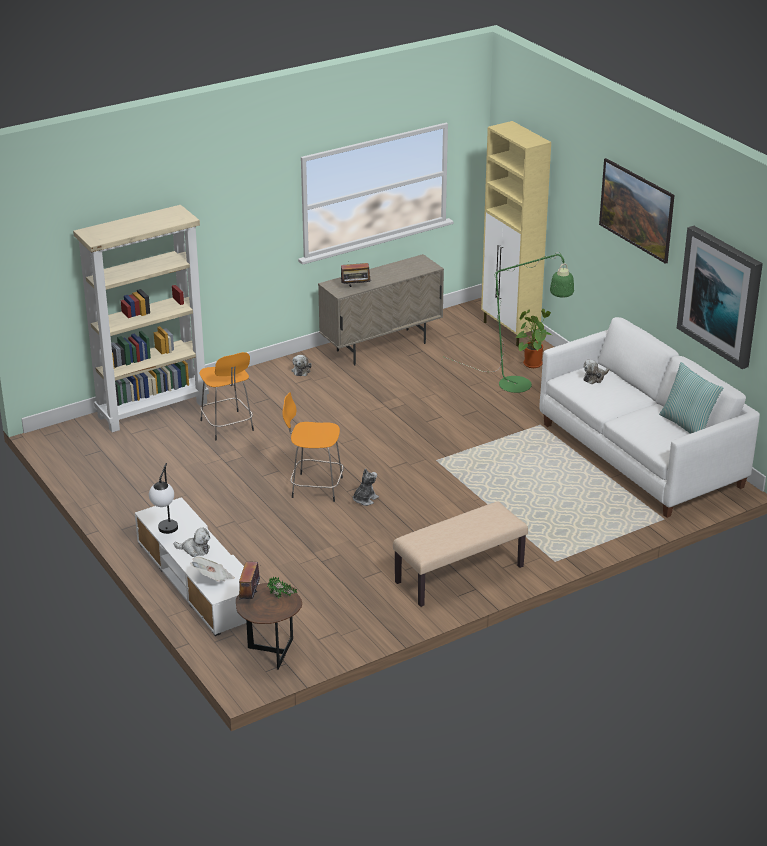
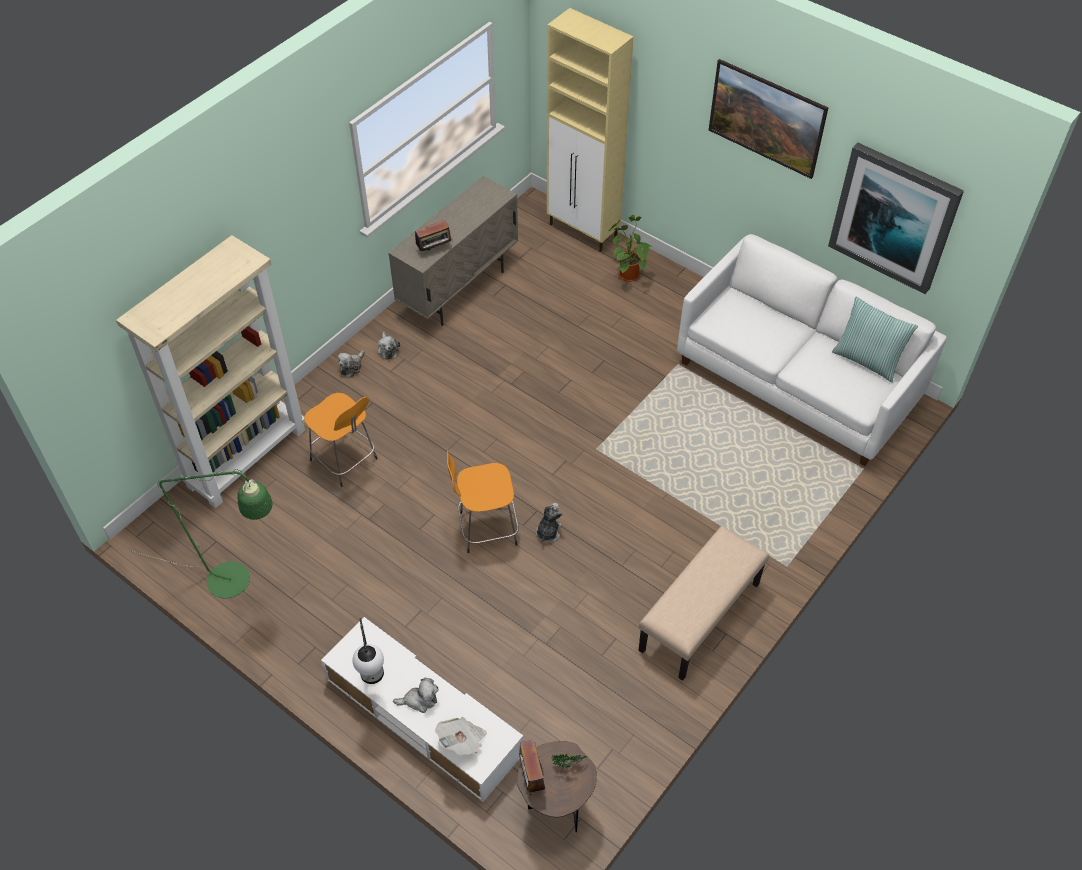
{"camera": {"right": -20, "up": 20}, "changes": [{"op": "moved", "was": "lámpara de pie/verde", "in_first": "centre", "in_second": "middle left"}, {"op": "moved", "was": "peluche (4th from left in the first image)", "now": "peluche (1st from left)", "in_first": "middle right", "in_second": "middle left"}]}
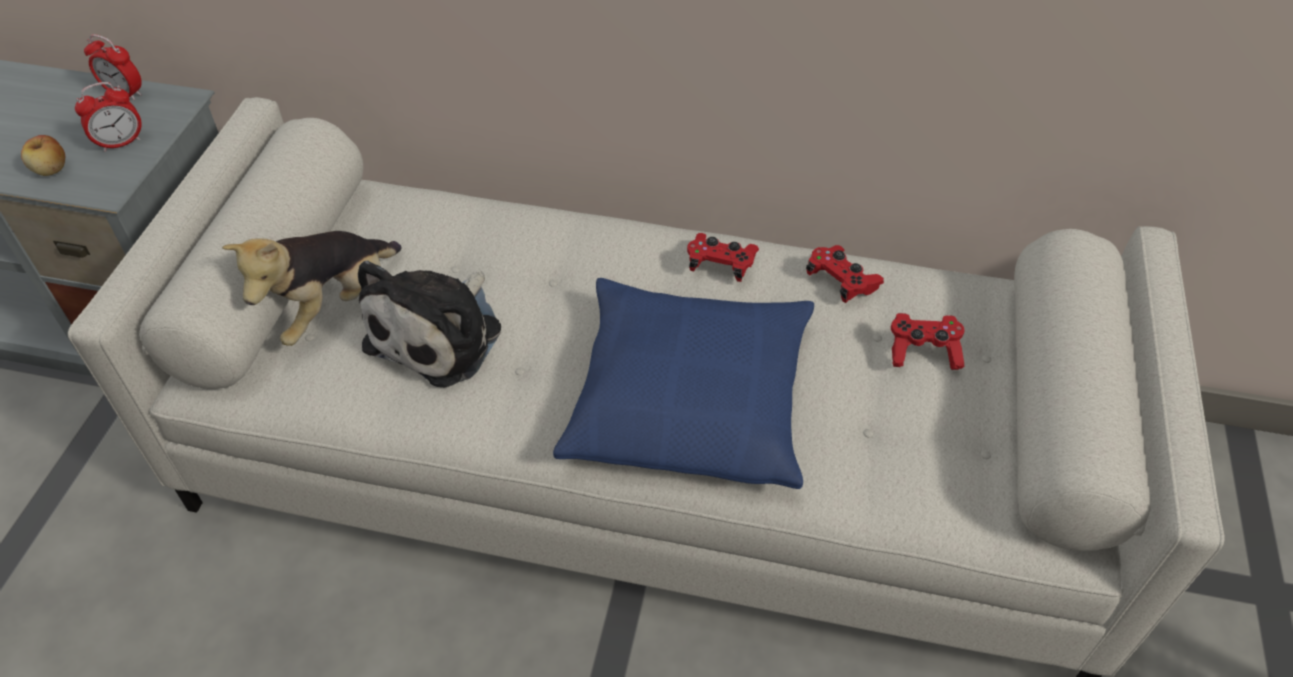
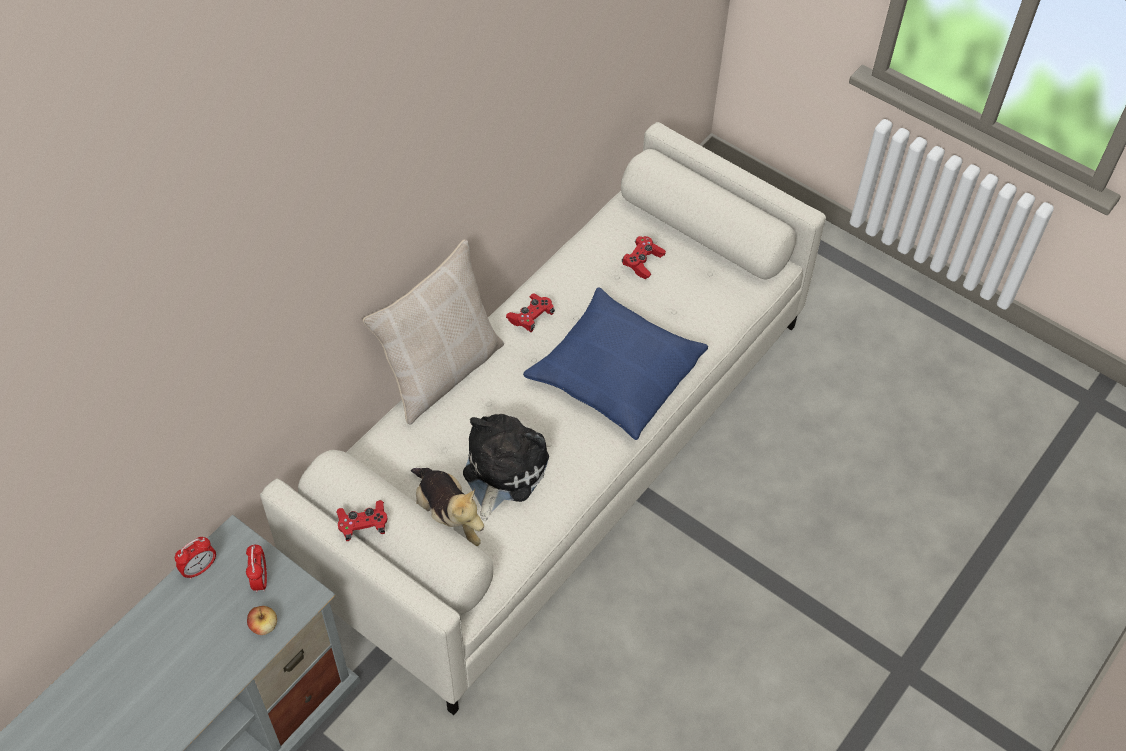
{"camera": {"right": -65, "up": 5}, "changes": [{"op": "moved", "was": "mando de consola/rojo (2nd from left in the first image)", "now": "mando de consola/rojo (1st from left)", "in_first": "centre", "in_second": "bottom left"}, {"op": "turned", "was": "peluche (2nd from left)", "in_first": "middle left", "in_second": "centre", "clockwise": -120}, {"op": "added", "now": "cojín/beis", "in_second": "centre"}]}
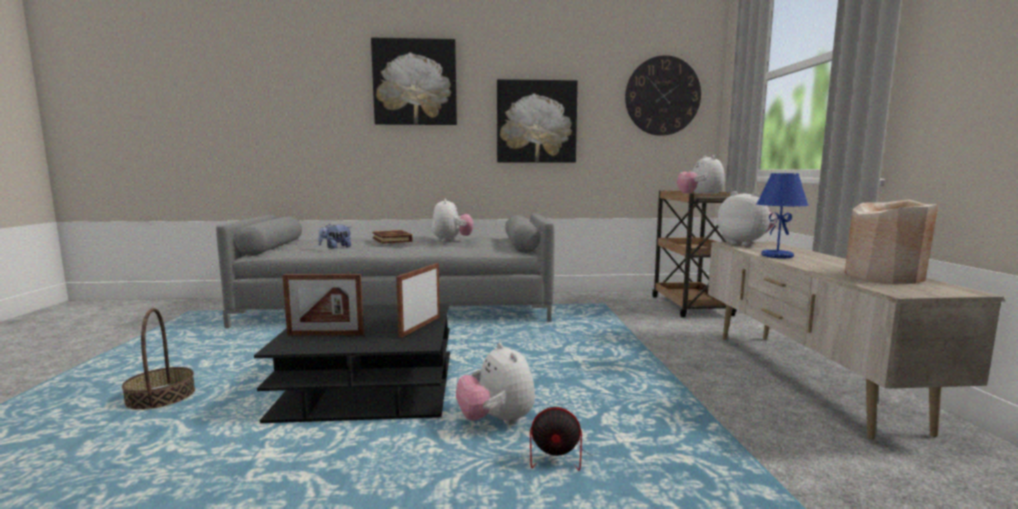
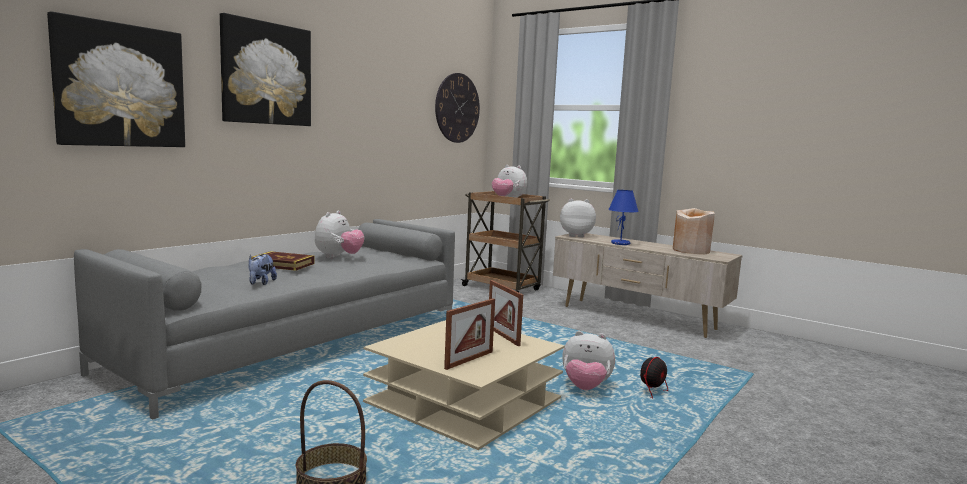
{"camera": {"right": -50, "up": 0}, "changes": [{"op": "moved", "was": "cuadro (2nd from left in the first image)", "now": "cuadro (1st from left)", "in_first": "top centre", "in_second": "top left"}, {"op": "turned", "was": "peluche (2nd from left)", "in_first": "centre", "in_second": "centre", "clockwise": 75}, {"op": "recoloured", "was": "mesa de centro/negro", "now": "mesa de centro/beis", "in_first": "bottom centre", "in_second": "bottom centre"}]}
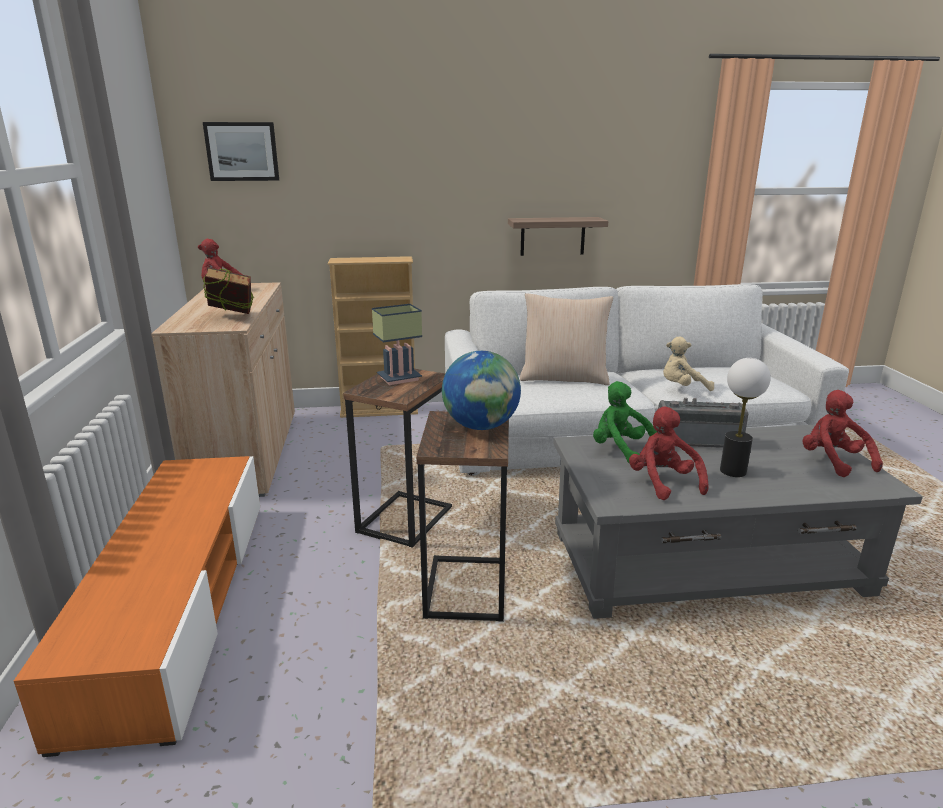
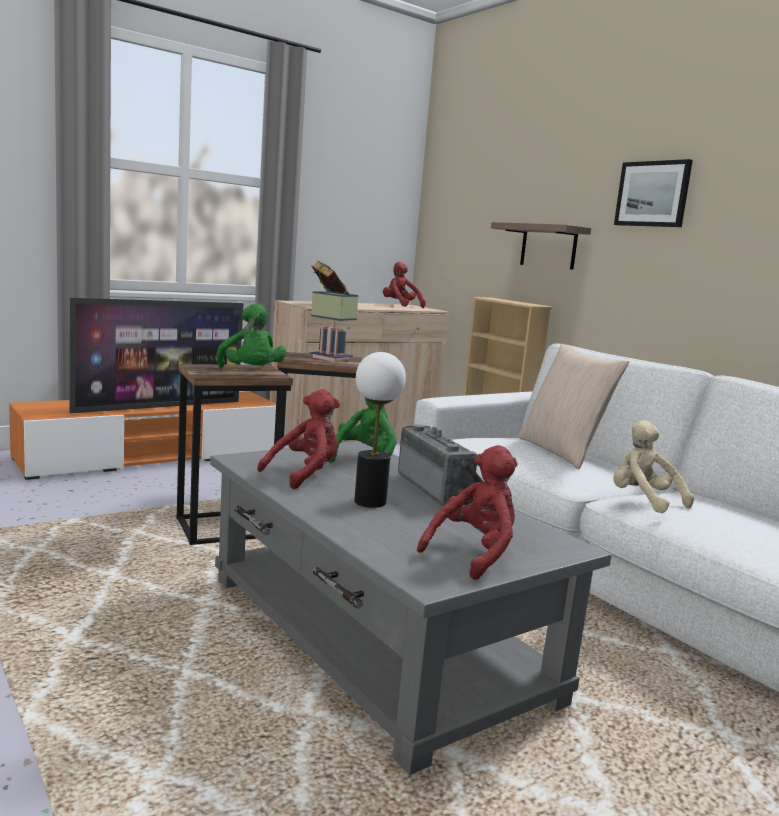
{"camera": {"right": 60, "up": -10}, "changes": [{"op": "moved", "was": "cuadro", "in_first": "top left", "in_second": "top right"}, {"op": "moved", "was": "estante", "in_first": "top centre", "in_second": "top right"}, {"op": "replaced", "was": "globo terráqueo", "now": "peluche/verde (1st from left)", "in_first": "centre", "in_second": "middle left"}, {"op": "added", "now": "televisor", "in_second": "middle left"}]}
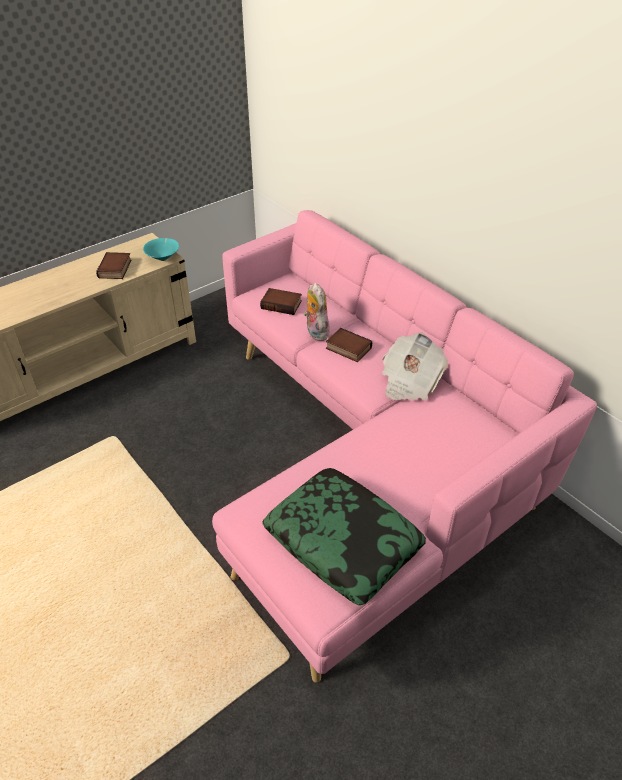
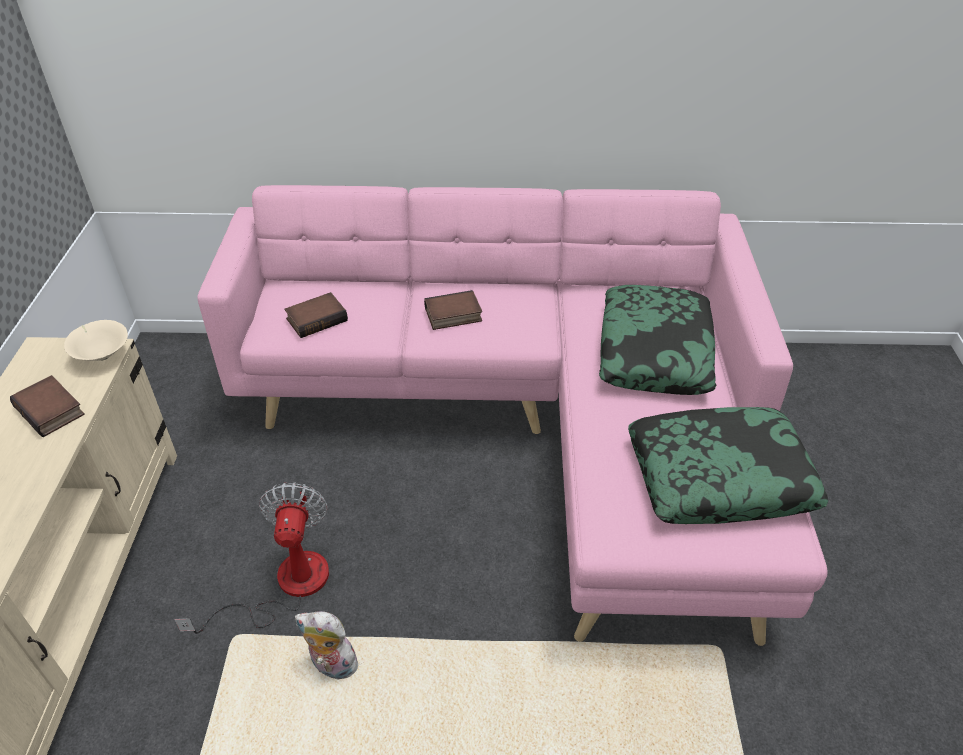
{"camera": {"right": -50, "up": 0}, "changes": [{"op": "recoloured", "was": "cuenco/turquesa", "now": "cuenco/beis", "in_first": "top left", "in_second": "middle left"}, {"op": "moved", "was": "peluche", "in_first": "centre", "in_second": "bottom centre"}, {"op": "removed", "was": "periódico", "in_first": "middle right"}, {"op": "added", "now": "cojín (1st from left)", "in_second": "middle right"}, {"op": "added", "now": "ventilador", "in_second": "bottom left"}]}
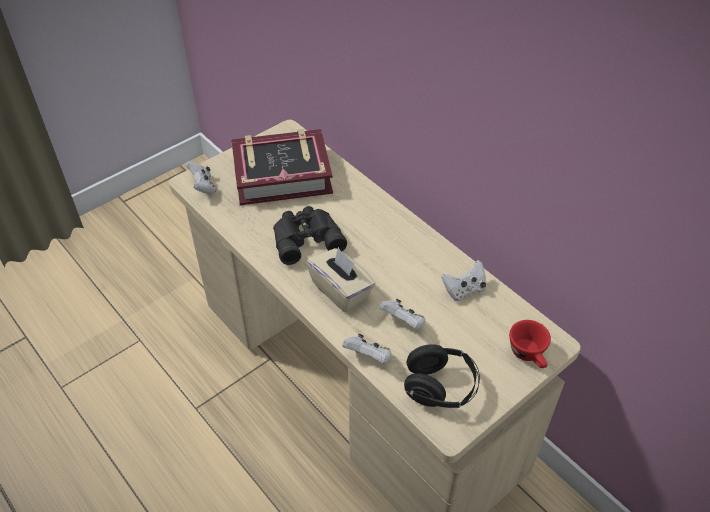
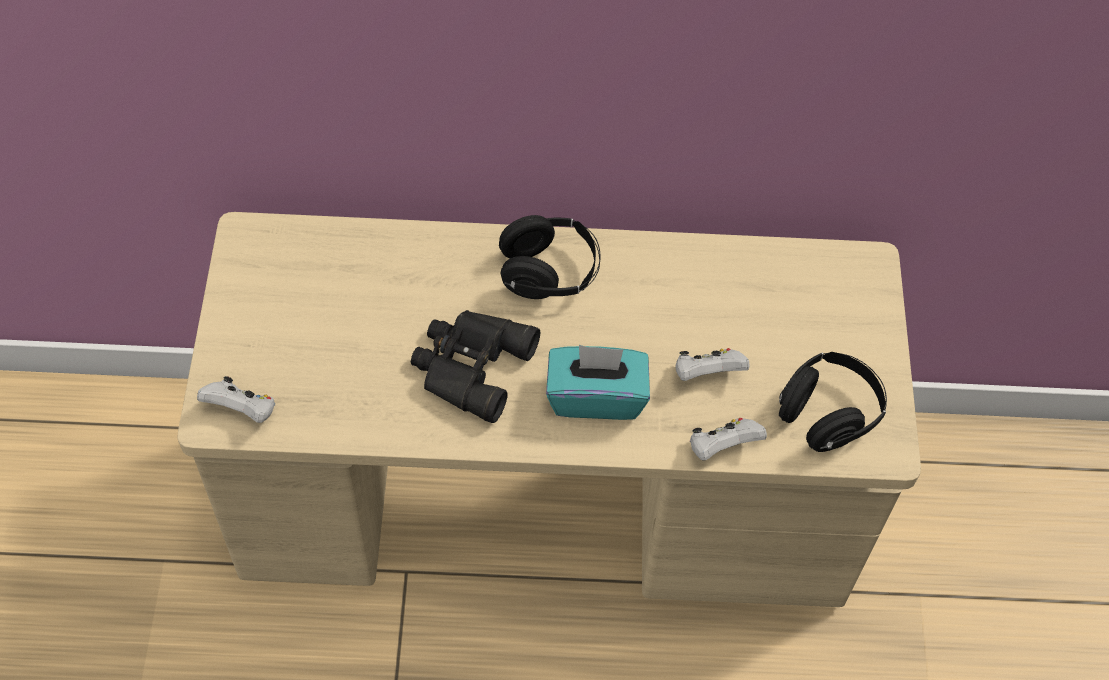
{"camera": {"right": -50, "up": 10}, "changes": [{"op": "removed", "was": "libro", "in_first": "top centre"}, {"op": "recoloured", "was": "caja de pañuelos/beis", "now": "caja de pañuelos/turquesa", "in_first": "centre", "in_second": "centre"}, {"op": "removed", "was": "mando de consola/blanco (4th from left)", "in_first": "centre"}, {"op": "removed", "was": "taza/rojo", "in_first": "bottom right"}, {"op": "added", "now": "auriculares/negro (1st from left)", "in_second": "centre"}]}
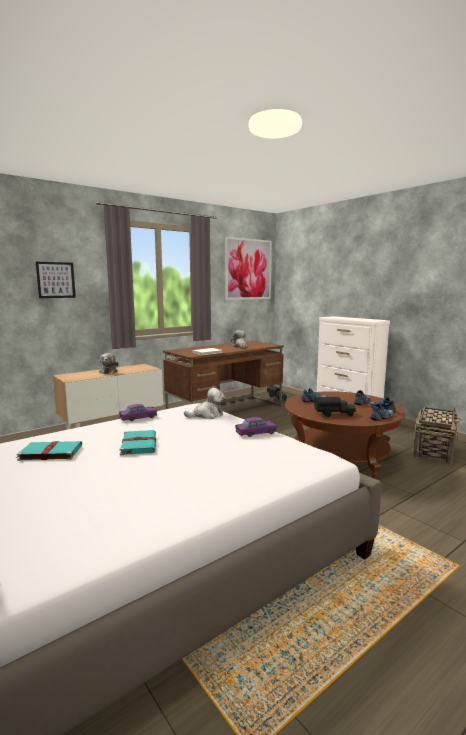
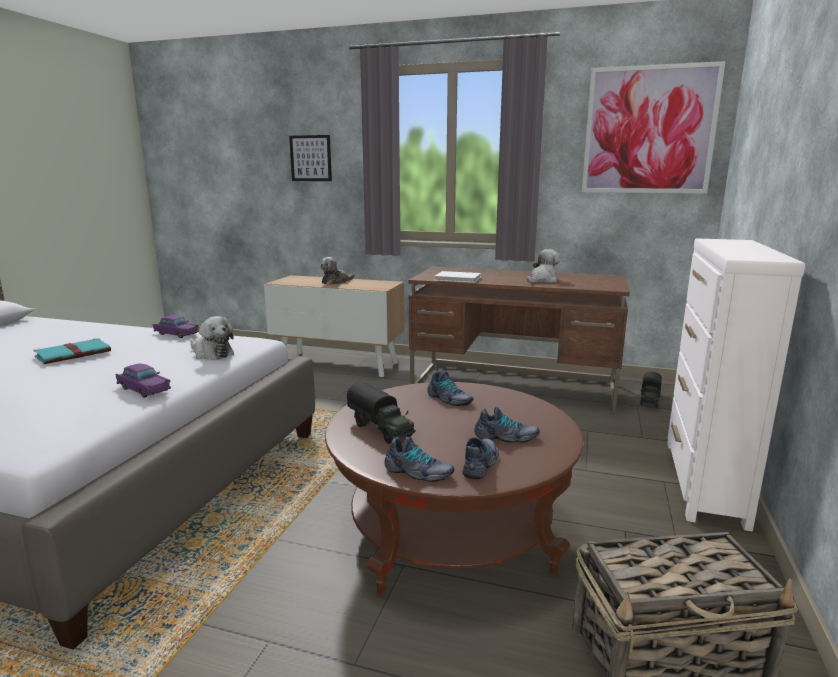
{"camera": {"right": 55, "up": 5}, "changes": [{"op": "removed", "was": "libro/turquesa (1st from left)", "in_first": "middle left"}]}
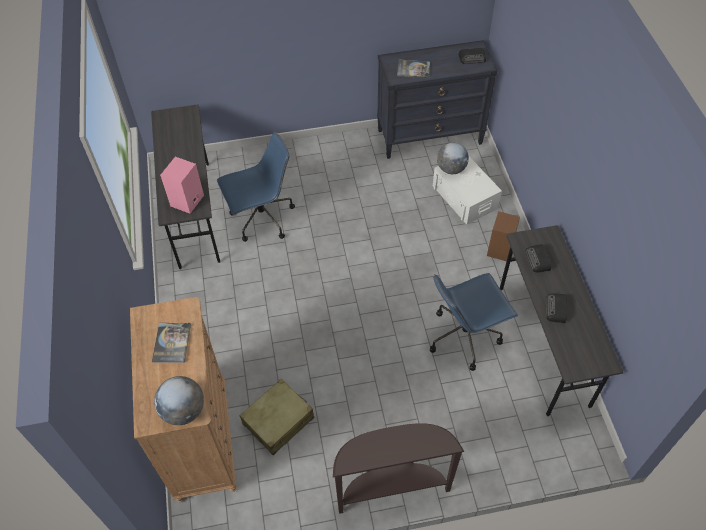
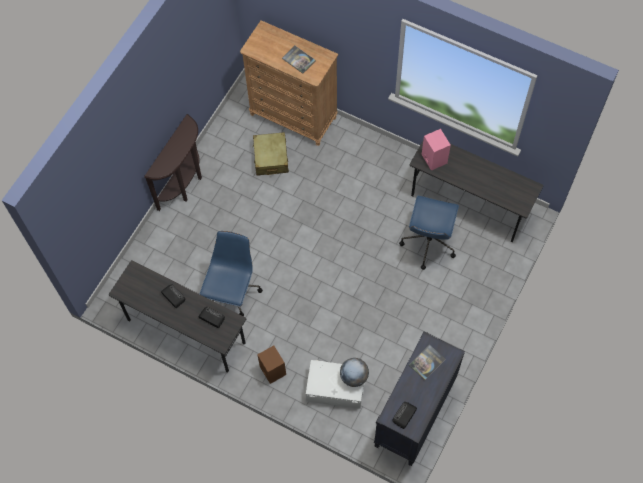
{"camera": {"right": 130, "up": 10}, "changes": [{"op": "removed", "was": "globo terráqueo (1st from left)", "in_first": "bottom left"}]}
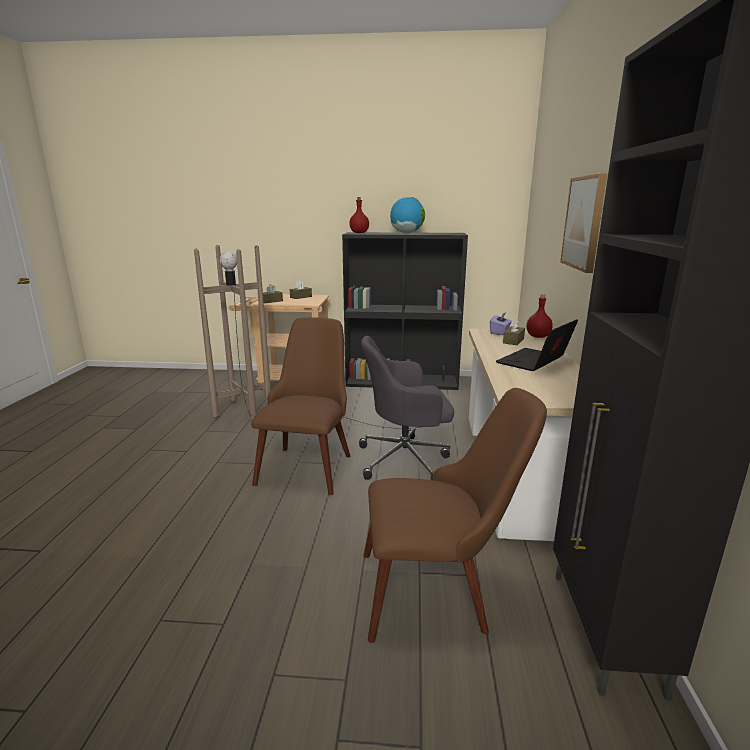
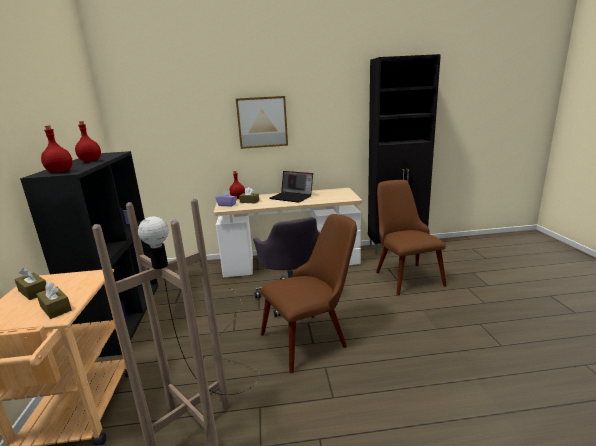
{"camera": {"right": -100, "up": 0}, "changes": [{"op": "replaced", "was": "globo terráqueo", "now": "botella/rojo (2nd from left)", "in_first": "top centre", "in_second": "top left"}, {"op": "turned", "was": "silla/marrón (1st from left)", "in_first": "centre", "in_second": "centre", "clockwise": 150}]}
